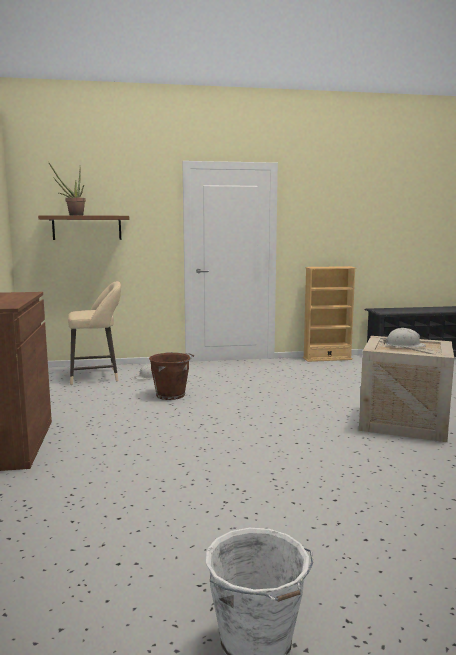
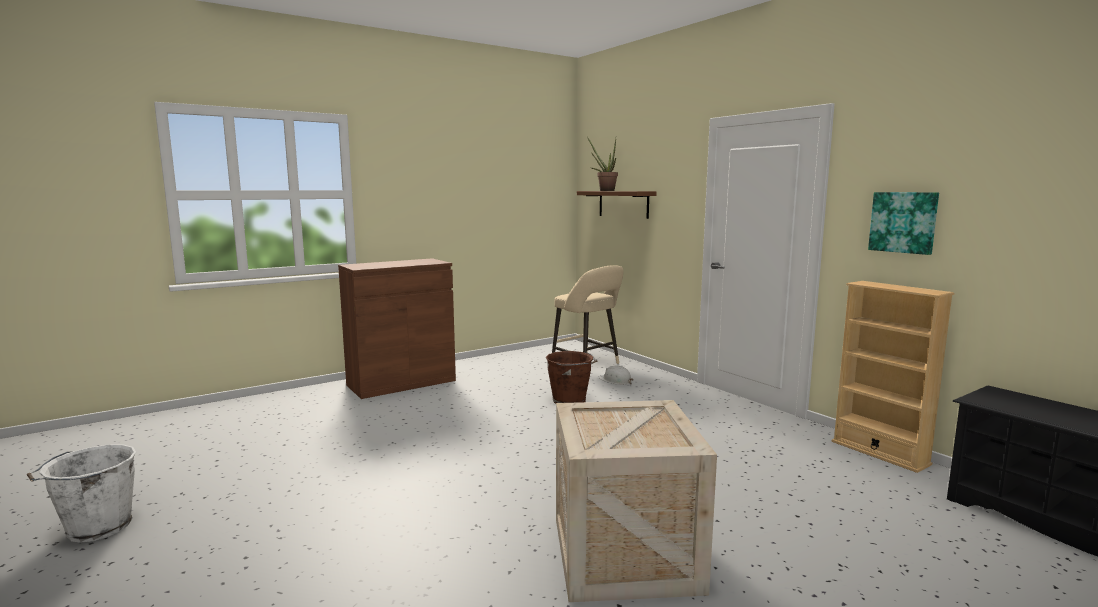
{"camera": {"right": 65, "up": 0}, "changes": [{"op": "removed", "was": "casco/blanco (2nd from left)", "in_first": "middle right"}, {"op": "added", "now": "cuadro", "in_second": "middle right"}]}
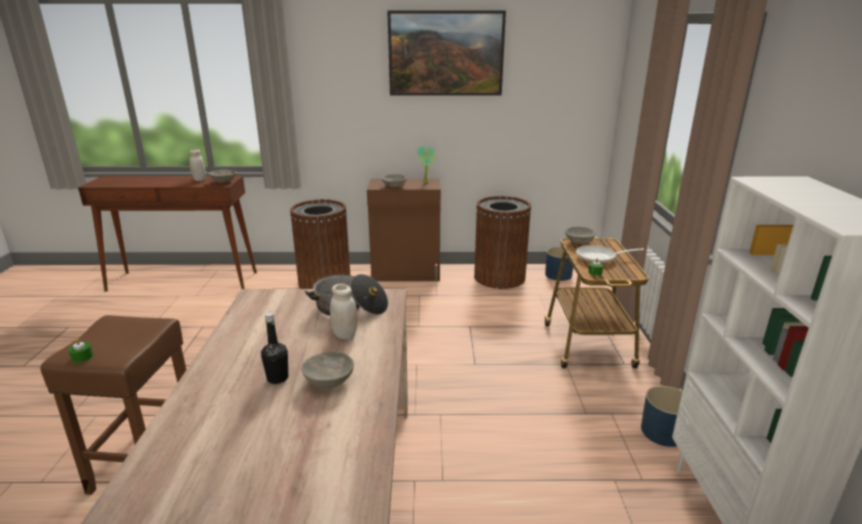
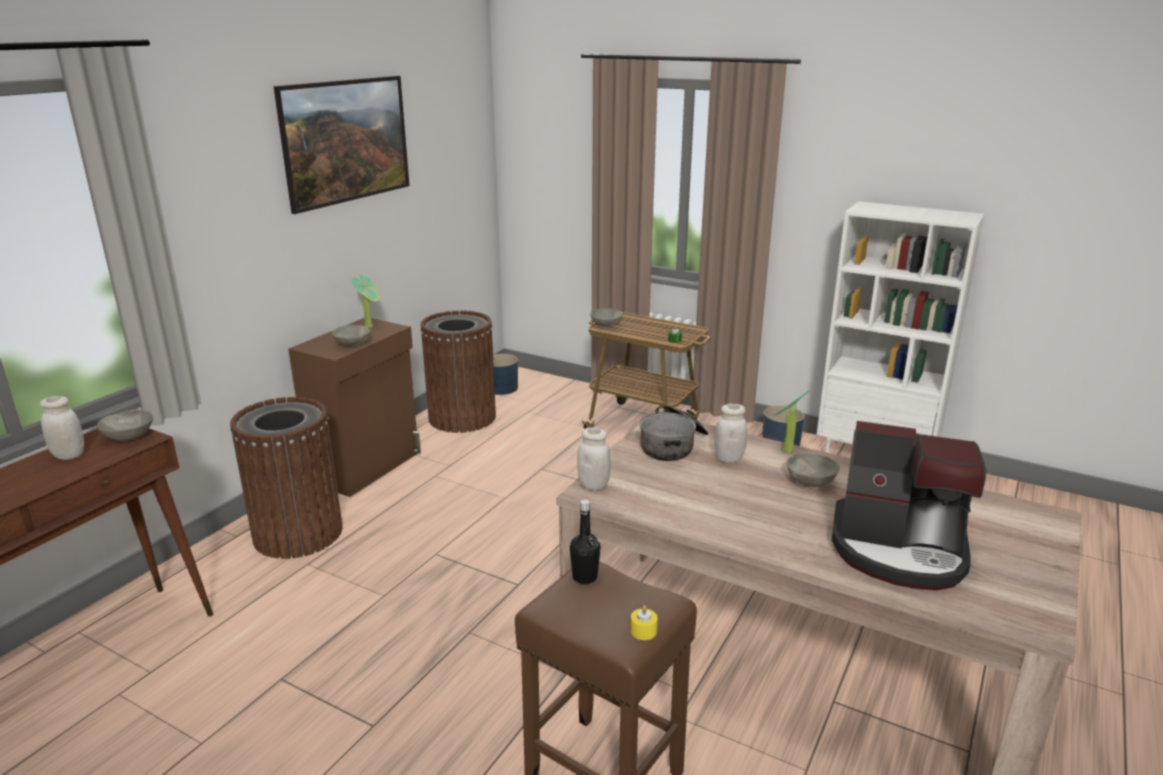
{"camera": {"right": -60, "up": 0}, "changes": [{"op": "removed", "was": "sartén", "in_first": "middle right"}, {"op": "moved", "was": "botella/negro", "in_first": "middle left", "in_second": "bottom centre"}, {"op": "recoloured", "was": "vela/verde (1st from left)", "now": "vela/amarillo", "in_first": "bottom left", "in_second": "bottom centre"}, {"op": "added", "now": "planta en maceta (2nd from left)", "in_second": "middle right"}, {"op": "added", "now": "cafetera", "in_second": "middle right"}, {"op": "added", "now": "tarro/blanco (2nd from left)", "in_second": "centre"}]}
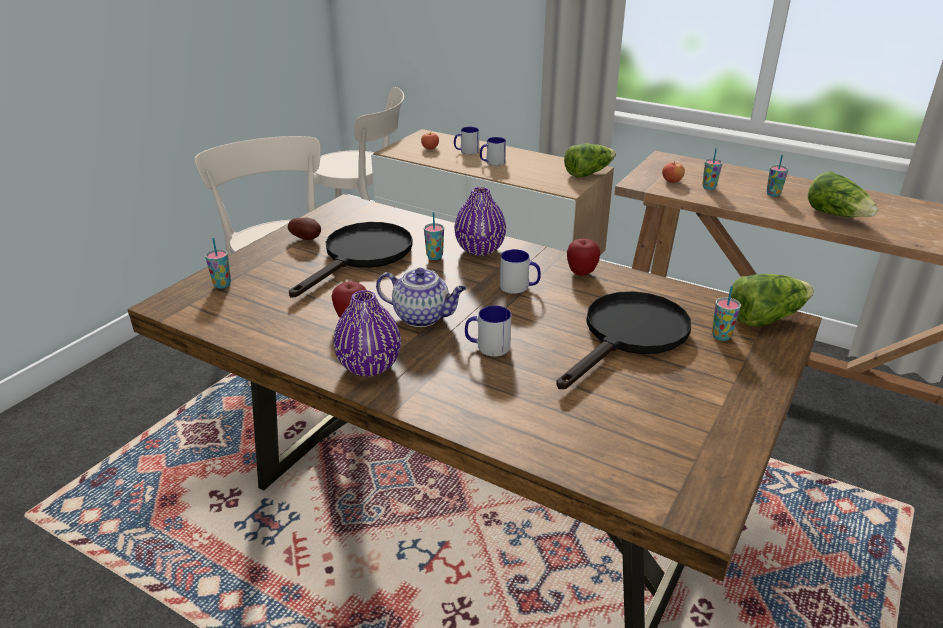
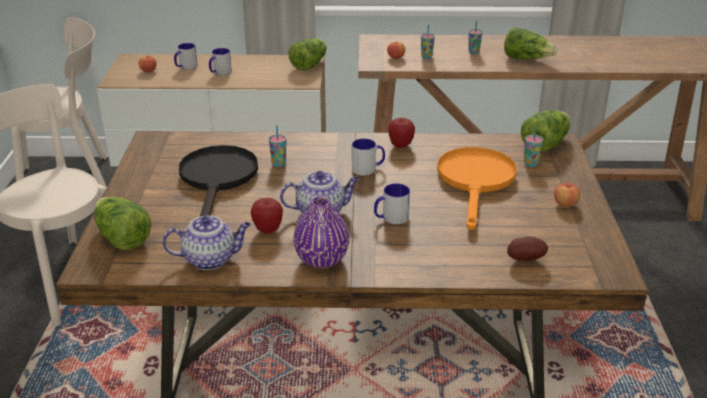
{"camera": {"right": -30, "up": 0}, "changes": [{"op": "removed", "was": "florero/morado (2nd from left)", "in_first": "centre"}, {"op": "moved", "was": "patata", "in_first": "middle left", "in_second": "middle right"}, {"op": "replaced", "was": "taza (1st from left)", "now": "lechuga (1st from left)", "in_first": "middle left", "in_second": "middle left"}, {"op": "recoloured", "was": "sartén/negro (2nd from left)", "now": "sartén/naranja", "in_first": "centre", "in_second": "middle right"}, {"op": "added", "now": "manzana (5th from left)", "in_second": "middle right"}, {"op": "added", "now": "tetera (1st from left)", "in_second": "middle left"}]}
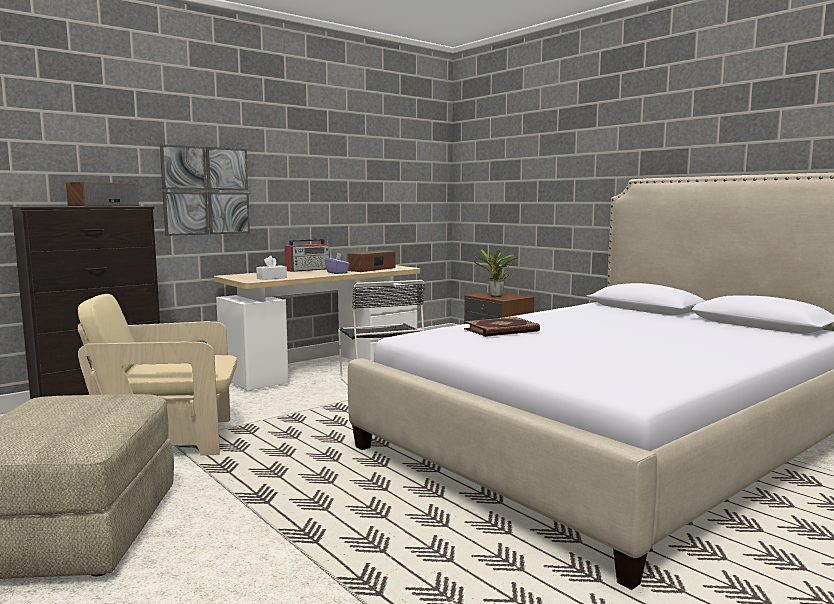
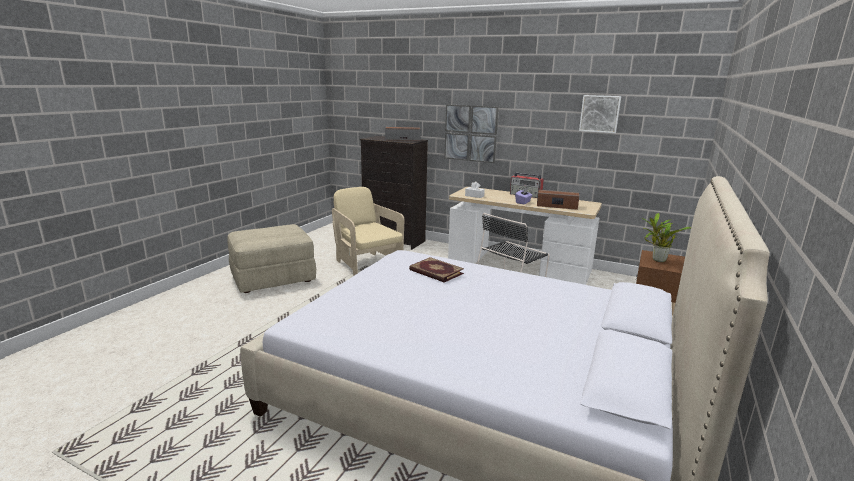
{"camera": {"right": 65, "up": 10}, "changes": [{"op": "added", "now": "cuadro (2nd from left)", "in_second": "top right"}]}
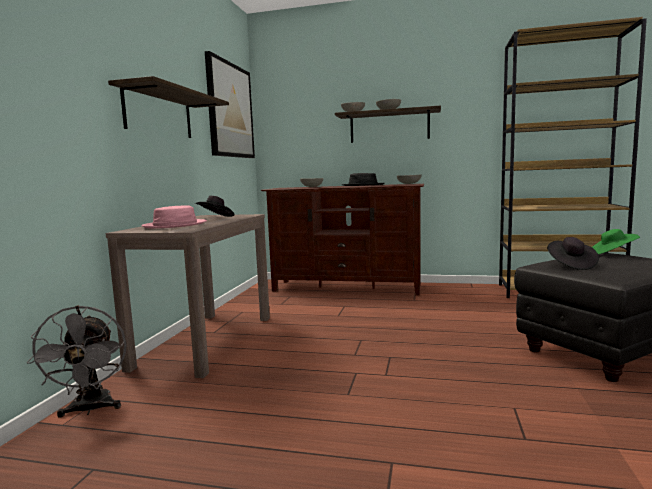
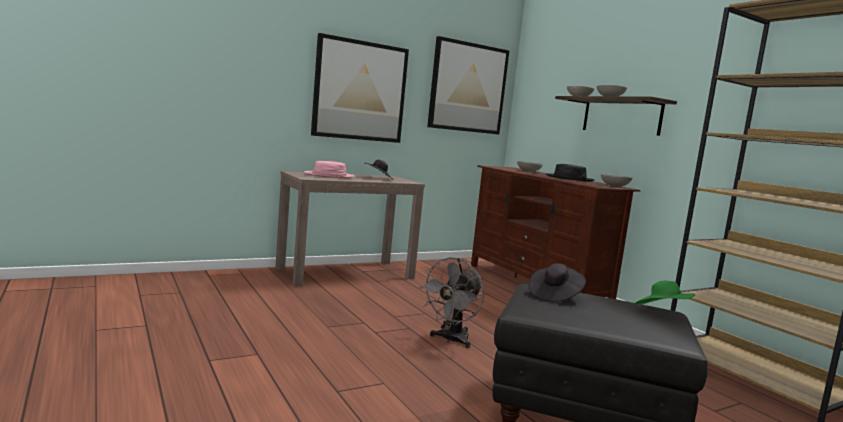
{"camera": {"right": 45, "up": 0}, "changes": [{"op": "replaced", "was": "estante (1st from left)", "now": "cuadro (1st from left)", "in_first": "top left", "in_second": "top centre"}, {"op": "moved", "was": "ventilador/gris", "in_first": "bottom left", "in_second": "bottom centre"}]}
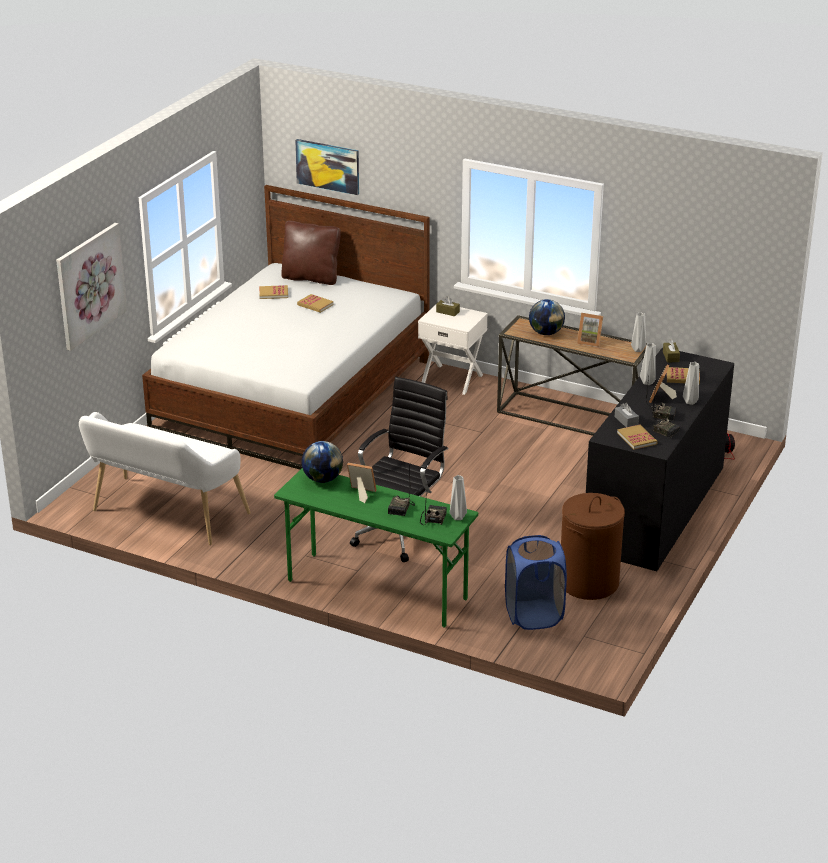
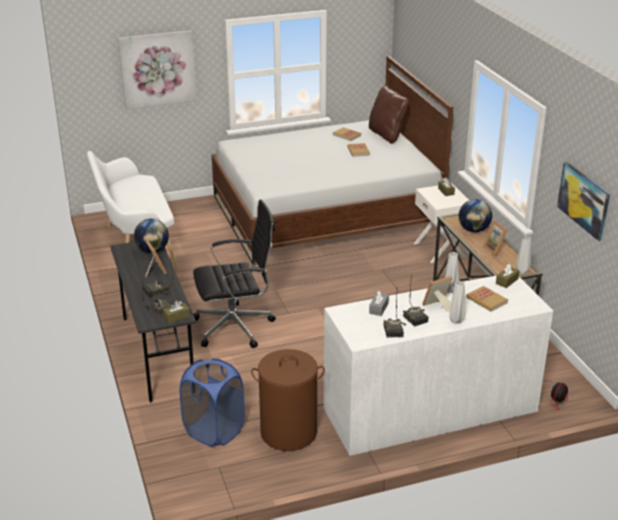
{"camera": {"right": 45, "up": 0}, "changes": [{"op": "moved", "was": "cuadro (2nd from left)", "in_first": "top centre", "in_second": "middle right"}, {"op": "recoloured", "was": "cómoda/negro", "now": "cómoda/blanco", "in_first": "middle right", "in_second": "bottom right"}, {"op": "removed", "was": "libro (3rd from left)", "in_first": "middle right"}, {"op": "recoloured", "was": "escritorio/verde", "now": "escritorio/gris", "in_first": "centre", "in_second": "middle left"}, {"op": "replaced", "was": "florero/gris (1st from left)", "now": "caja de pañuelos/marrón (1st from left)", "in_first": "centre", "in_second": "middle left"}]}
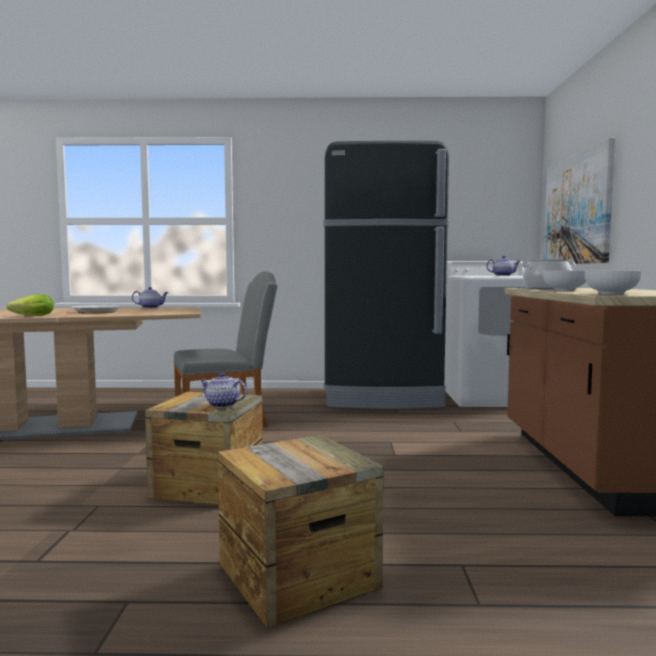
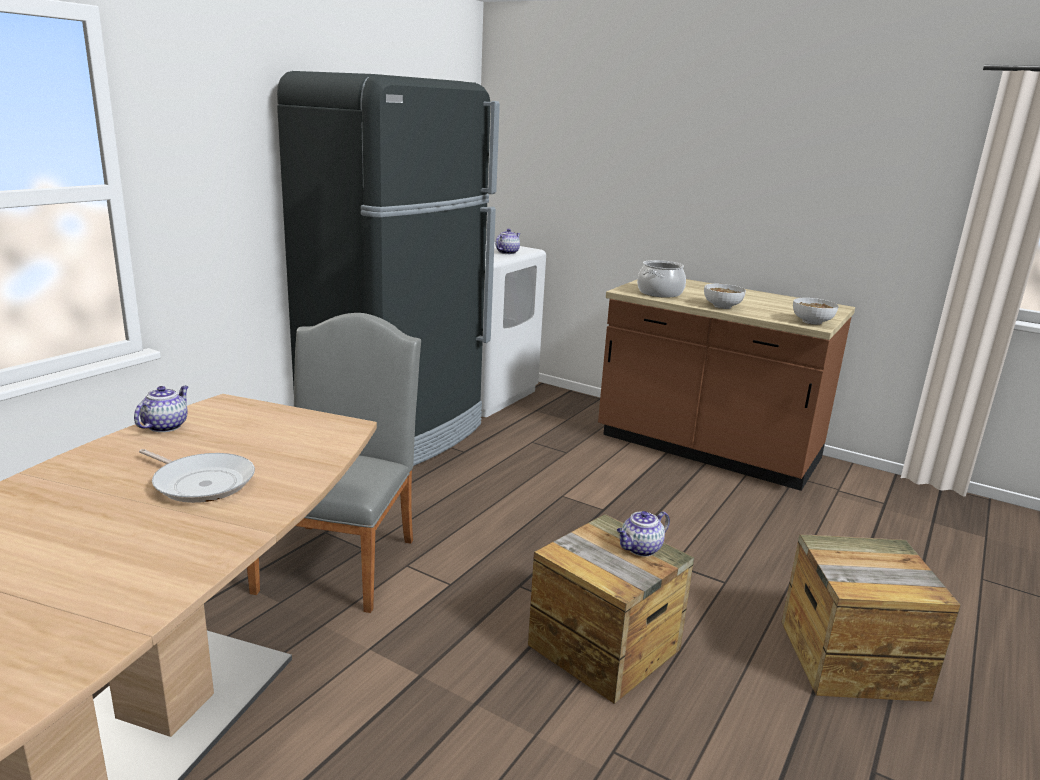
{"camera": {"right": -60, "up": 15}, "changes": [{"op": "removed", "was": "cuadro", "in_first": "top right"}, {"op": "removed", "was": "lechuga", "in_first": "middle left"}]}
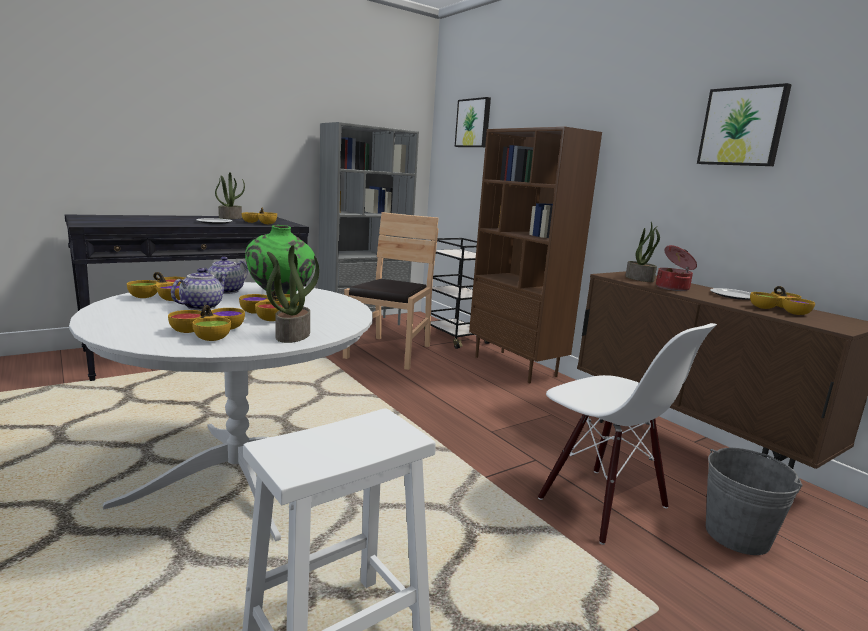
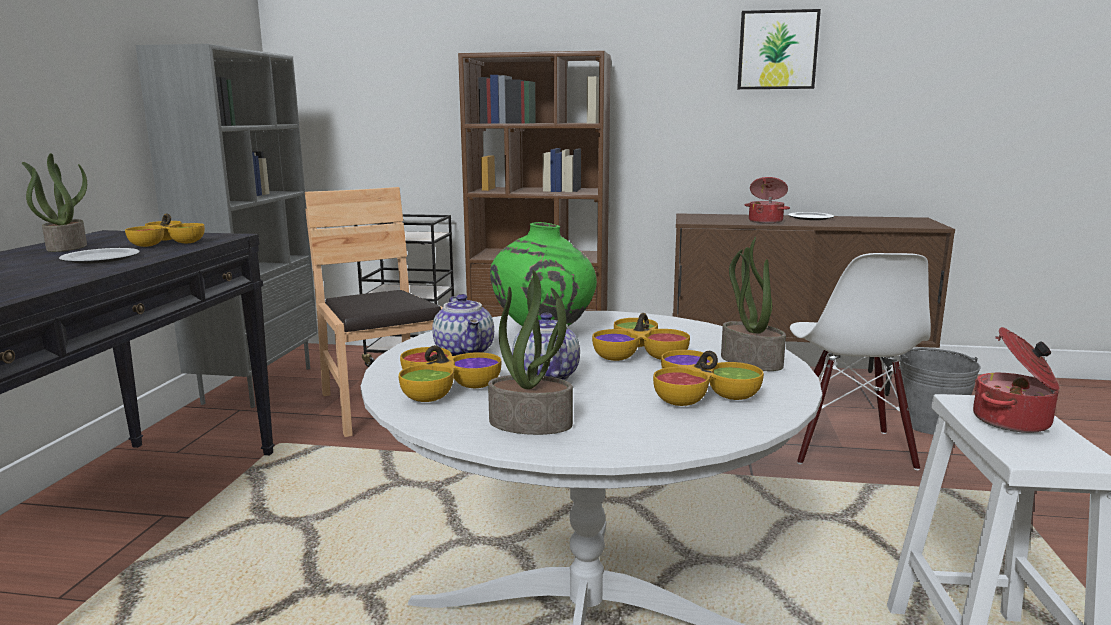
{"camera": {"right": -45, "up": 0}, "changes": [{"op": "removed", "was": "cuadro (1st from left)", "in_first": "top centre"}, {"op": "moved", "was": "planta en maceta (3rd from left in the first image)", "now": "planta en maceta (2nd from left)", "in_first": "middle right", "in_second": "centre"}, {"op": "removed", "was": "cuenco (5th from left)", "in_first": "middle right"}, {"op": "turned", "was": "silla/blanco", "in_first": "bottom right", "in_second": "middle right", "clockwise": 90}, {"op": "added", "now": "olla (2nd from left)", "in_second": "middle right"}]}
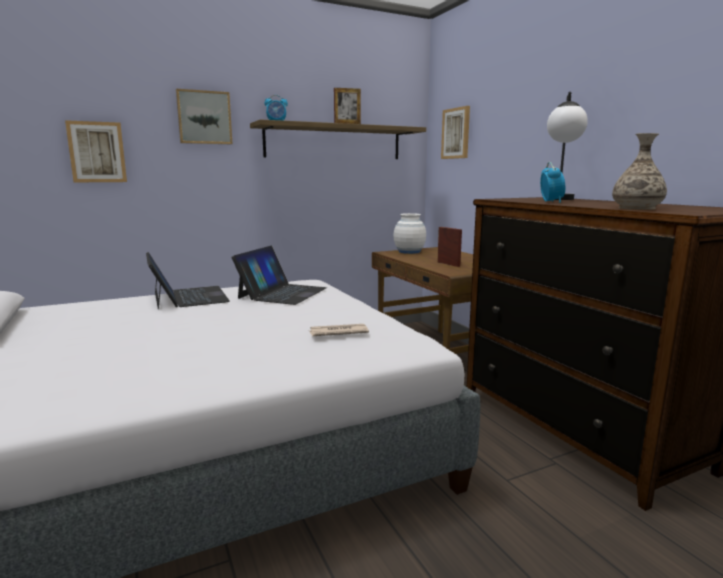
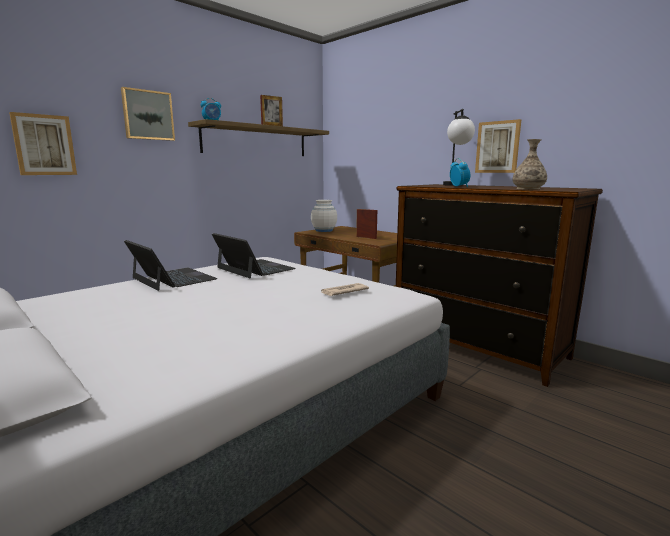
{"camera": {"right": -20, "up": 0}, "changes": [{"op": "moved", "was": "cuadro (3rd from left)", "in_first": "top centre", "in_second": "top right"}, {"op": "turned", "was": "portátil (2nd from left)", "in_first": "centre", "in_second": "centre", "clockwise": -45}]}
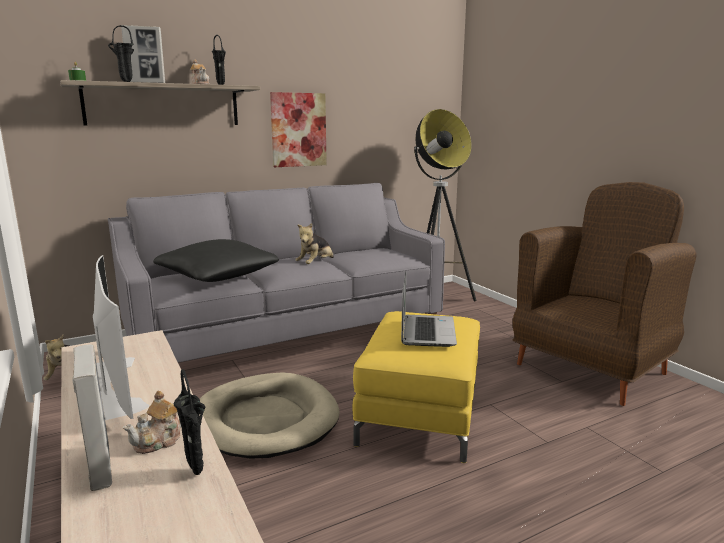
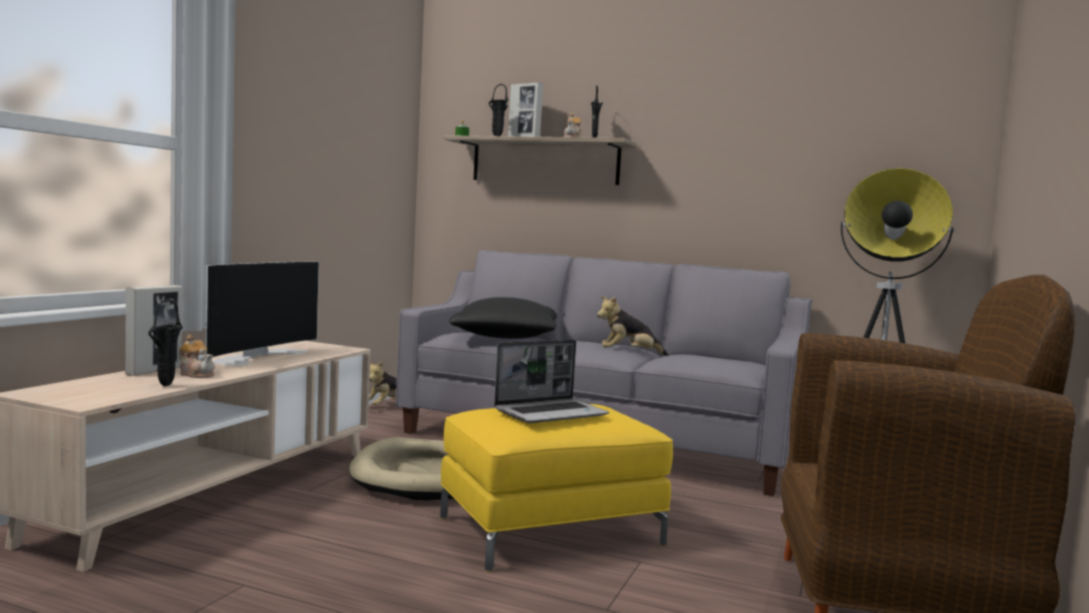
{"camera": {"right": 50, "up": -10}, "changes": [{"op": "removed", "was": "cuadro", "in_first": "top centre"}, {"op": "turned", "was": "tetera (1st from left)", "in_first": "bottom left", "in_second": "middle left", "clockwise": -150}]}
